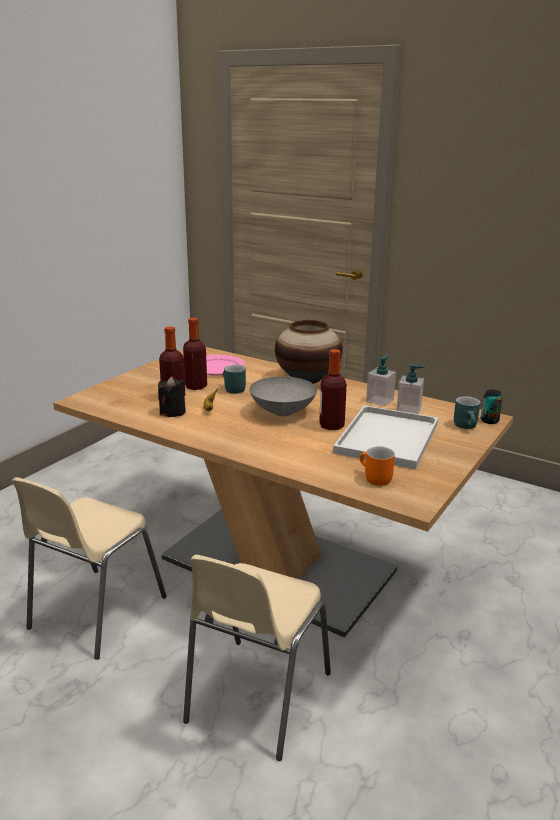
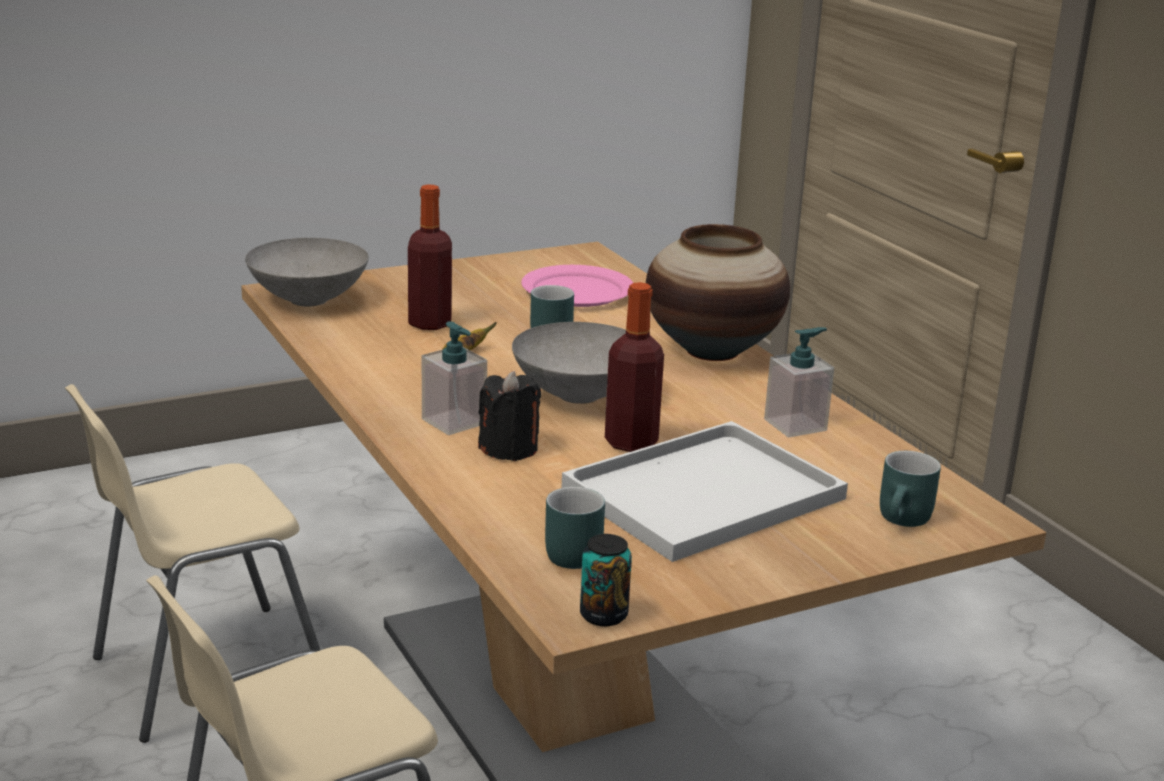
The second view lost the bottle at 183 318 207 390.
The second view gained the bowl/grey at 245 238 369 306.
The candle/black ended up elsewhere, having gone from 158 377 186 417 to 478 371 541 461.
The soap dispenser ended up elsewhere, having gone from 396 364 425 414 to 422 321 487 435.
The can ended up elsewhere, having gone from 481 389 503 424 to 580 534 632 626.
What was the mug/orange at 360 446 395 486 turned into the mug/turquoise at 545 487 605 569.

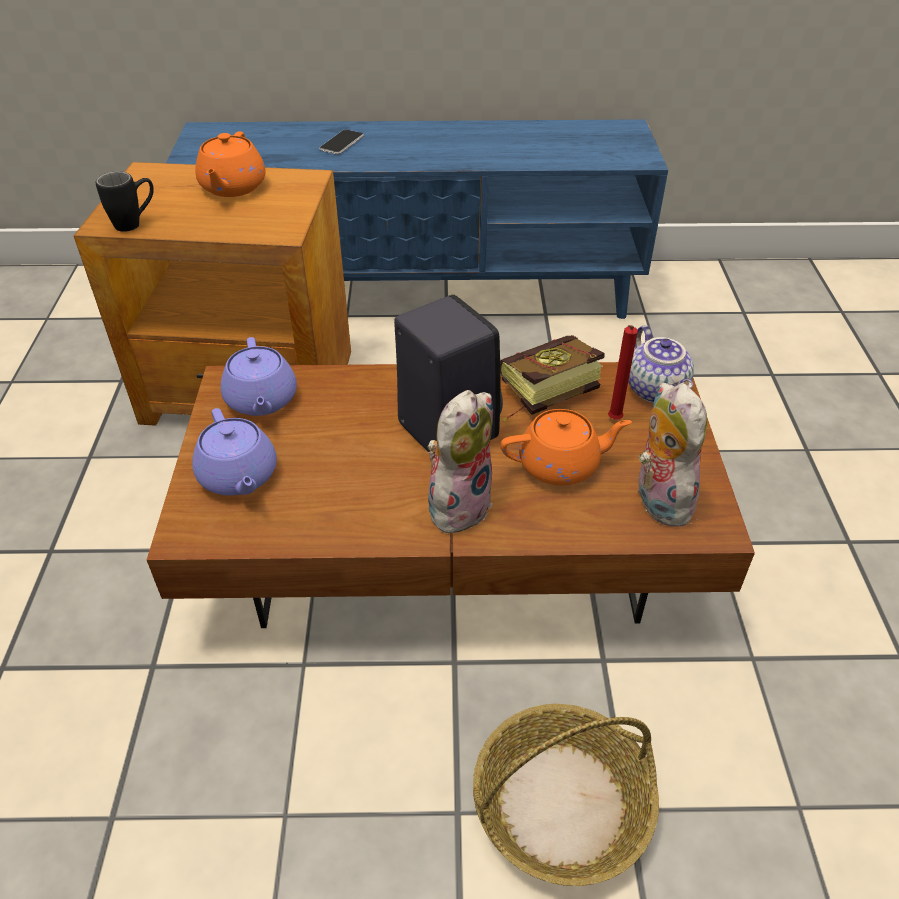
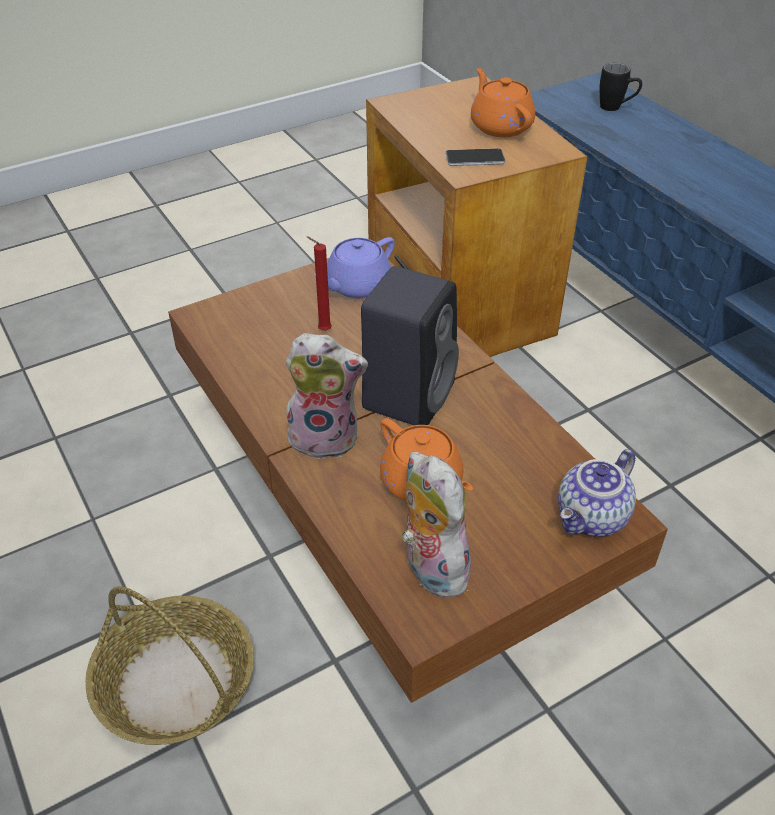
The second view lost the teapot/purple at 192 408 277 496.
The second view lost the book at 500 335 604 421.
The mug/black ended up elsewhere, having gone from 96 171 154 232 to 599 63 642 111.
The phone ended up elsewhere, having gone from 319 129 364 155 to 445 148 505 166.
The candle/red ended up elsewhere, having gone from 608 325 638 420 to 307 236 332 331.
The teapot/orange at 195 131 266 197 ended up facing another way, 90 degrees clockwise from before.
The plush toy at 638 383 707 527 ended up facing another way, 75 degrees counterclockwise from before.

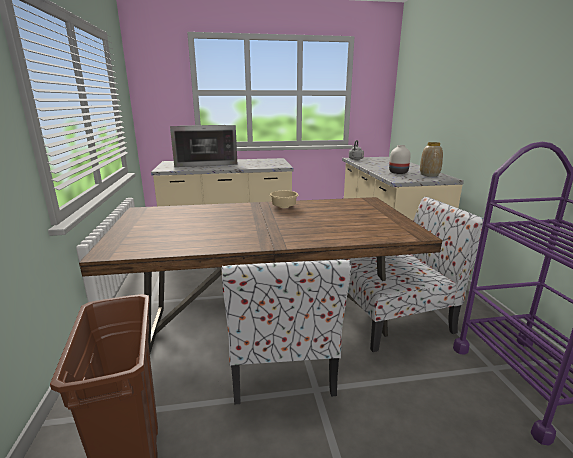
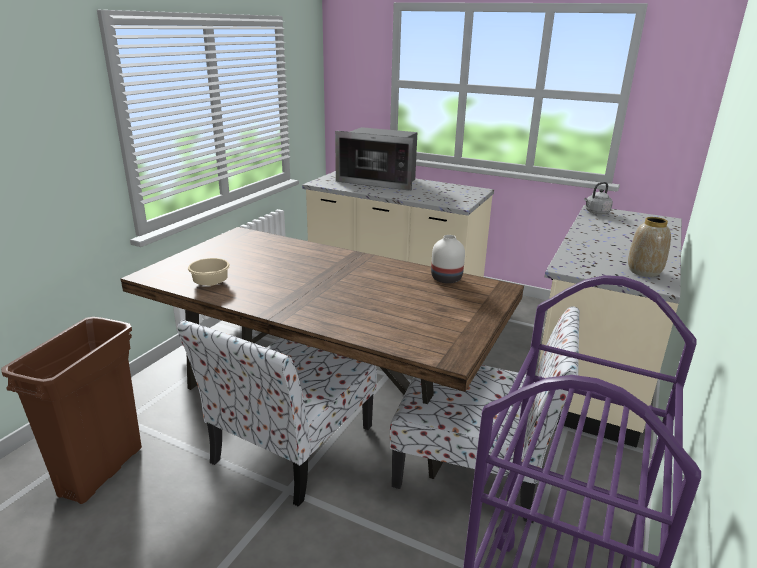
The bowl/beige ended up elsewhere, having gone from 270 191 298 208 to 188 258 230 286.
The vase/white ended up elsewhere, having gone from 389 145 411 174 to 431 235 465 284.

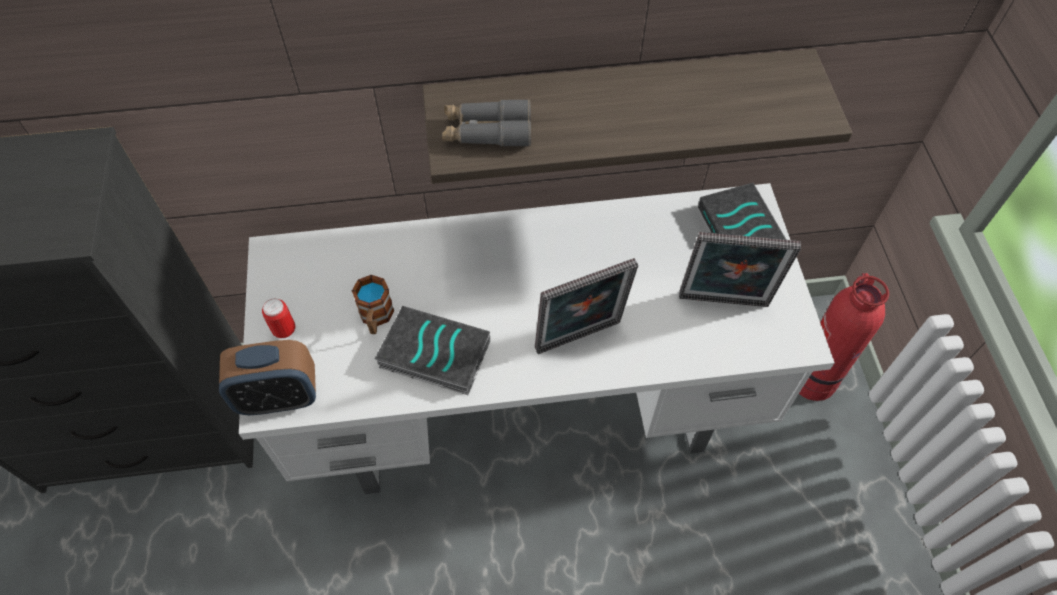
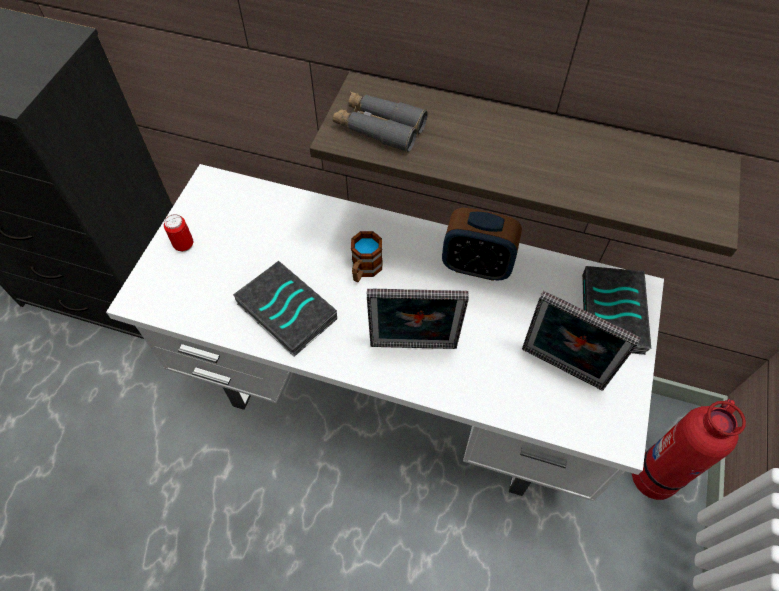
The alarm clock ended up elsewhere, having gone from 219 340 316 415 to 442 208 522 281.
The mug ended up elsewhere, having gone from 352 275 394 334 to 351 231 382 282.

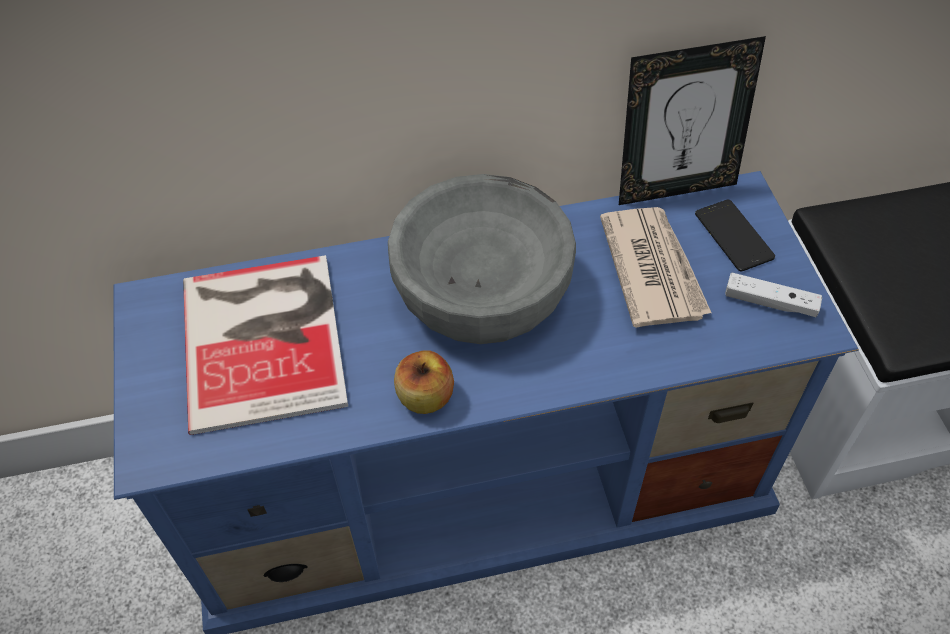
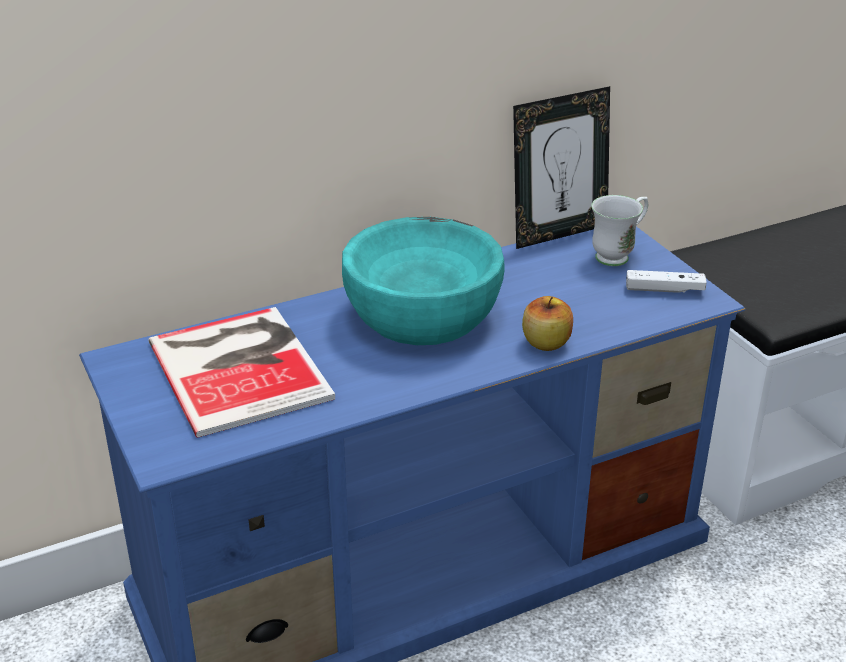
The second view lost the newspaper at 600 207 711 328.
The apple ended up elsewhere, having gone from 394 350 454 414 to 522 296 573 351.
Where the phone stood at 695 200 775 272, the mug/white came to stand at 591 195 648 266.
What was the bowl/grey at 388 174 576 344 turned into the bowl/turquoise at 342 217 505 345.

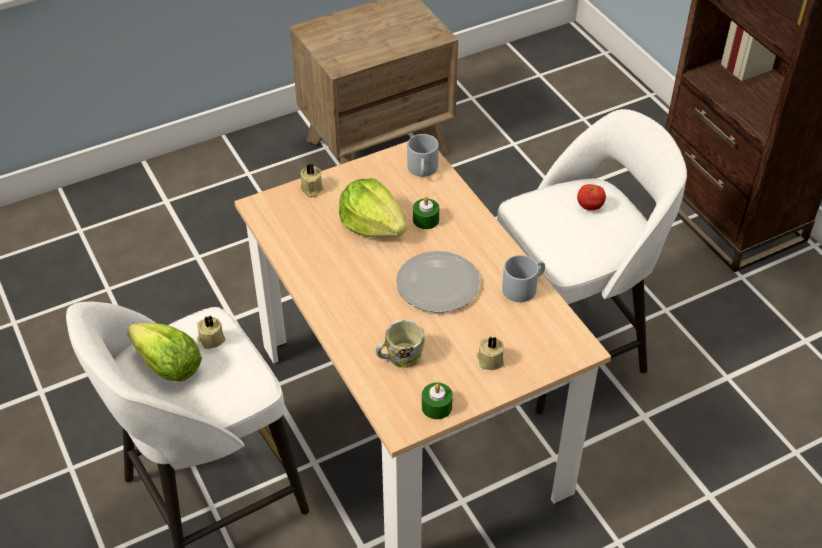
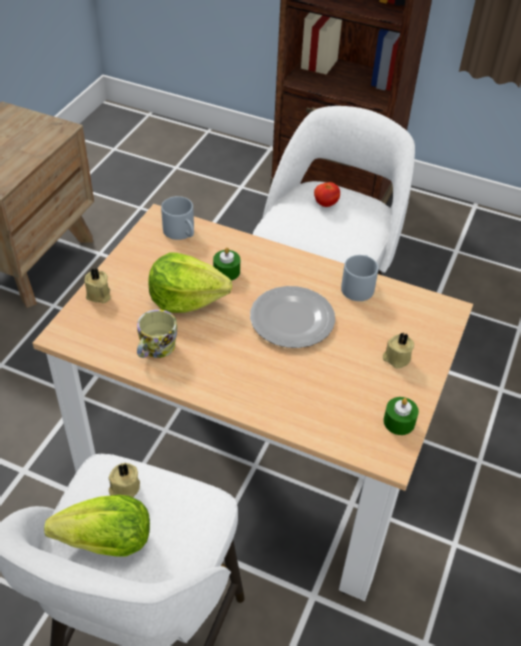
The mug ended up elsewhere, having gone from 376 320 425 368 to 137 309 177 358.

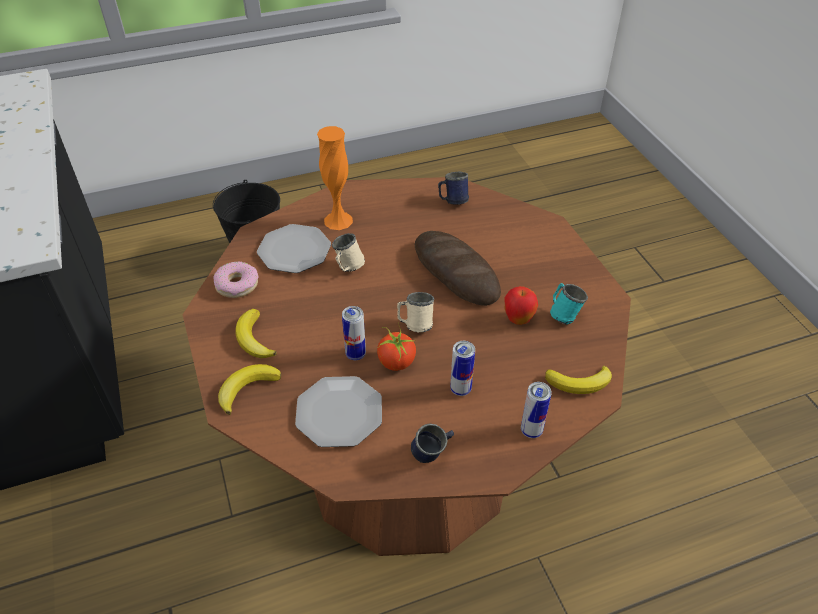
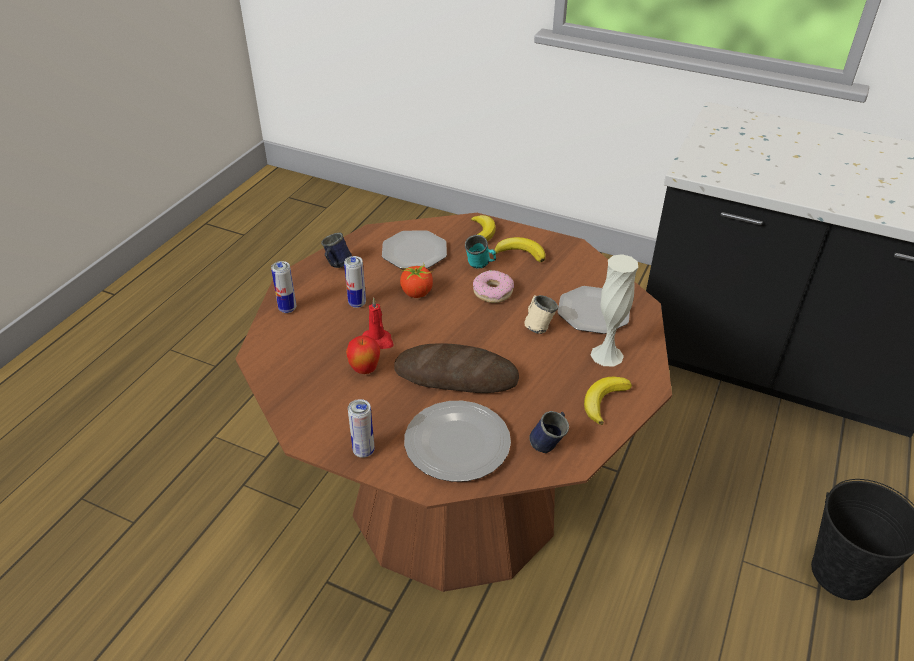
The second view lost the mug/beige at 397 292 434 332.
The second view gained the candle/red at 362 297 394 349.
The second view gained the plate at 404 401 511 482.
The donut ended up elsewhere, having gone from 213 261 258 298 to 473 270 514 303.
The can ended up elsewhere, having gone from 342 306 366 360 to 348 399 375 458.
The banana ended up elsewhere, having gone from 545 366 612 394 to 584 377 632 425.
The mug/turquoise ended up elsewhere, having gone from 550 283 588 324 to 465 235 496 269.
What was the vase/orange at 317 126 353 230 turned into the vase/white at 590 254 638 366.

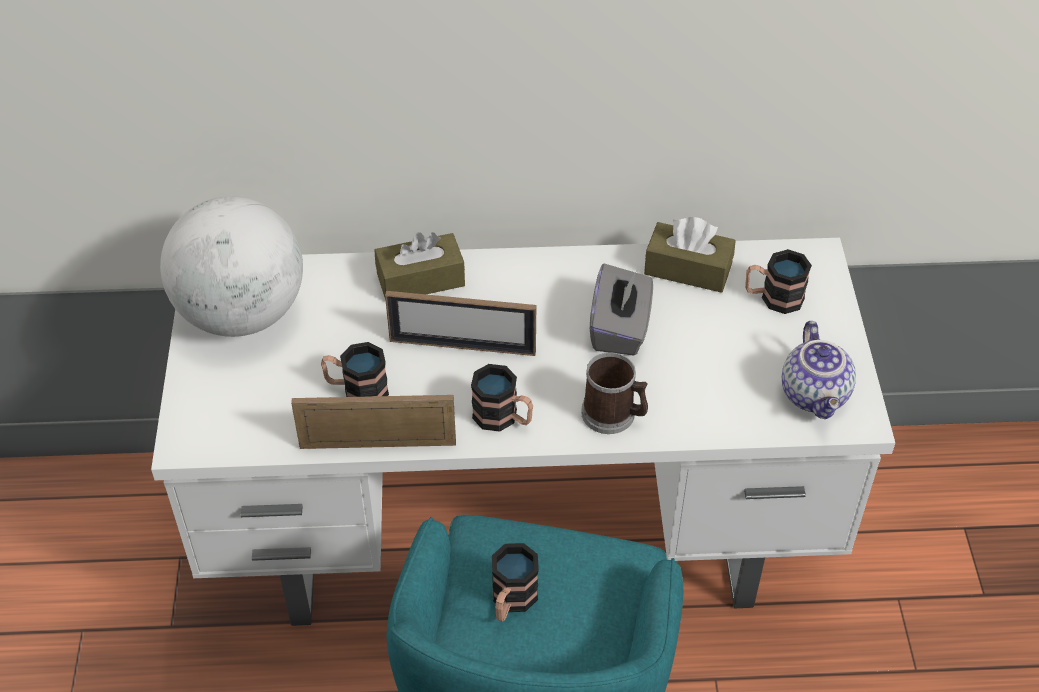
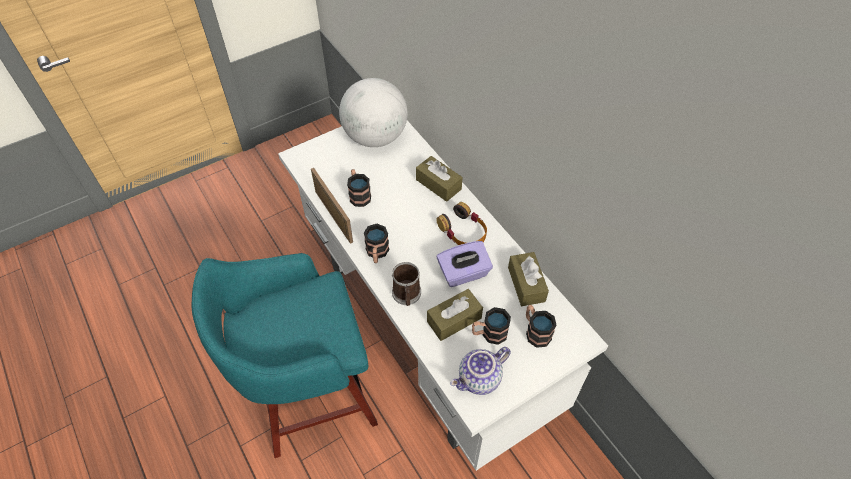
The second view lost the picture frame at 385 291 536 356.
The second view gained the tissue box/brown at 427 289 483 341.
The second view gained the headphones at 436 202 487 245.
The mug ended up elsewhere, having gone from 492 543 539 622 to 472 307 511 345.
What was the tissue box/grey at 590 263 653 356 turned into the tissue box/purple at 437 241 493 287.

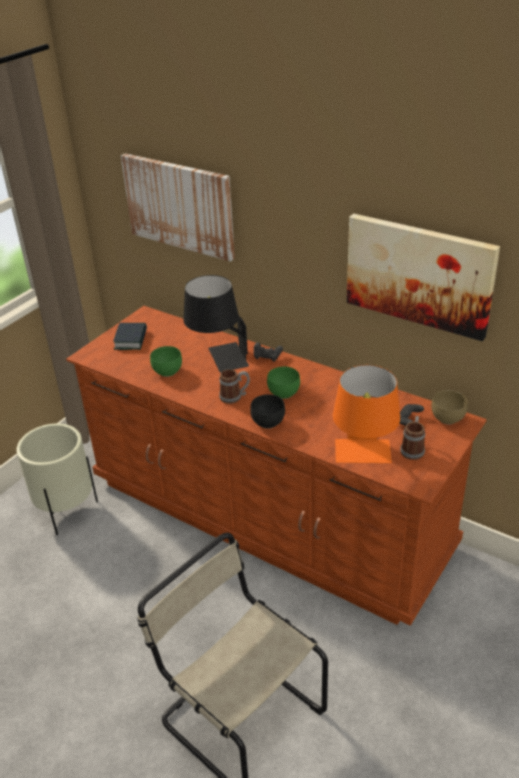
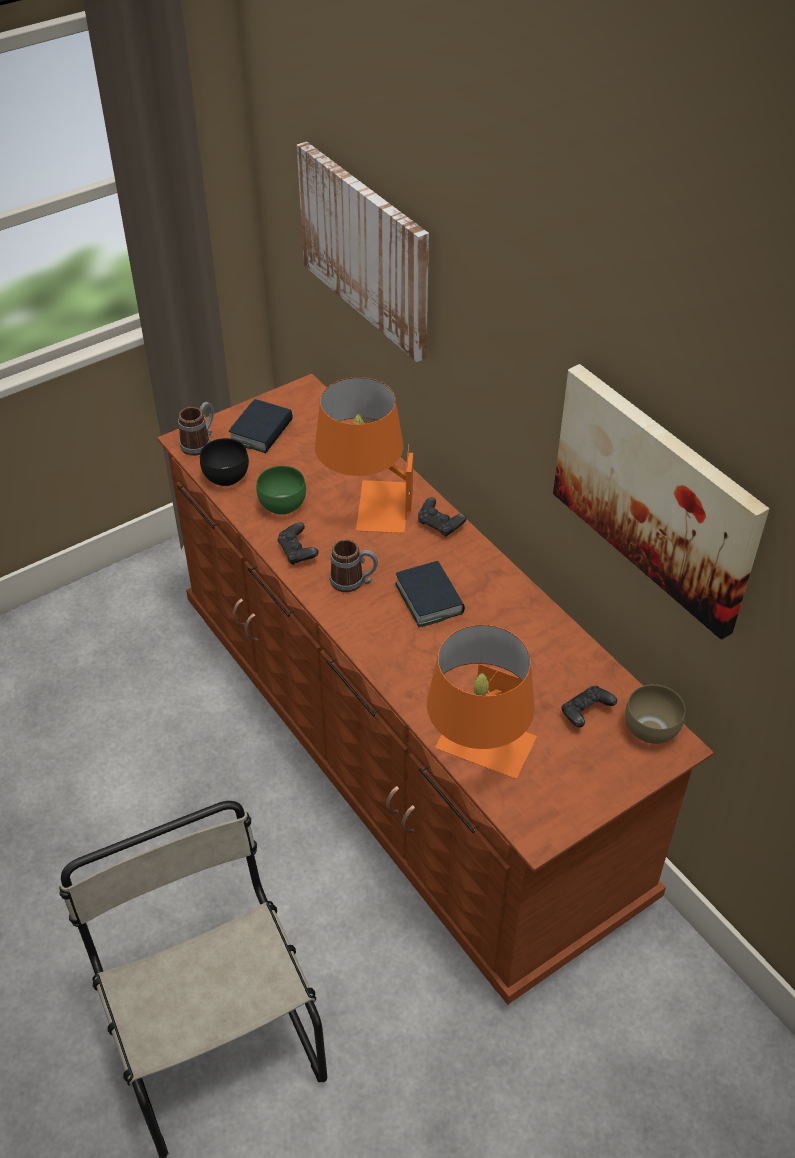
The second view lost the planter/beige at 17 423 98 535.
The second view gained the game controller/black at 278 522 319 565.
The bowl/black ended up elsewhere, having gone from 250 394 285 429 to 200 438 249 486.
The mug ended up elsewhere, having gone from 400 416 425 460 to 178 402 214 456.
Where the bowl/green stood at 267 367 300 399, the book came to stand at 395 561 465 627.
What was the table lamp/black at 183 275 249 372 turned into the table lamp/orange at 315 377 413 533.

